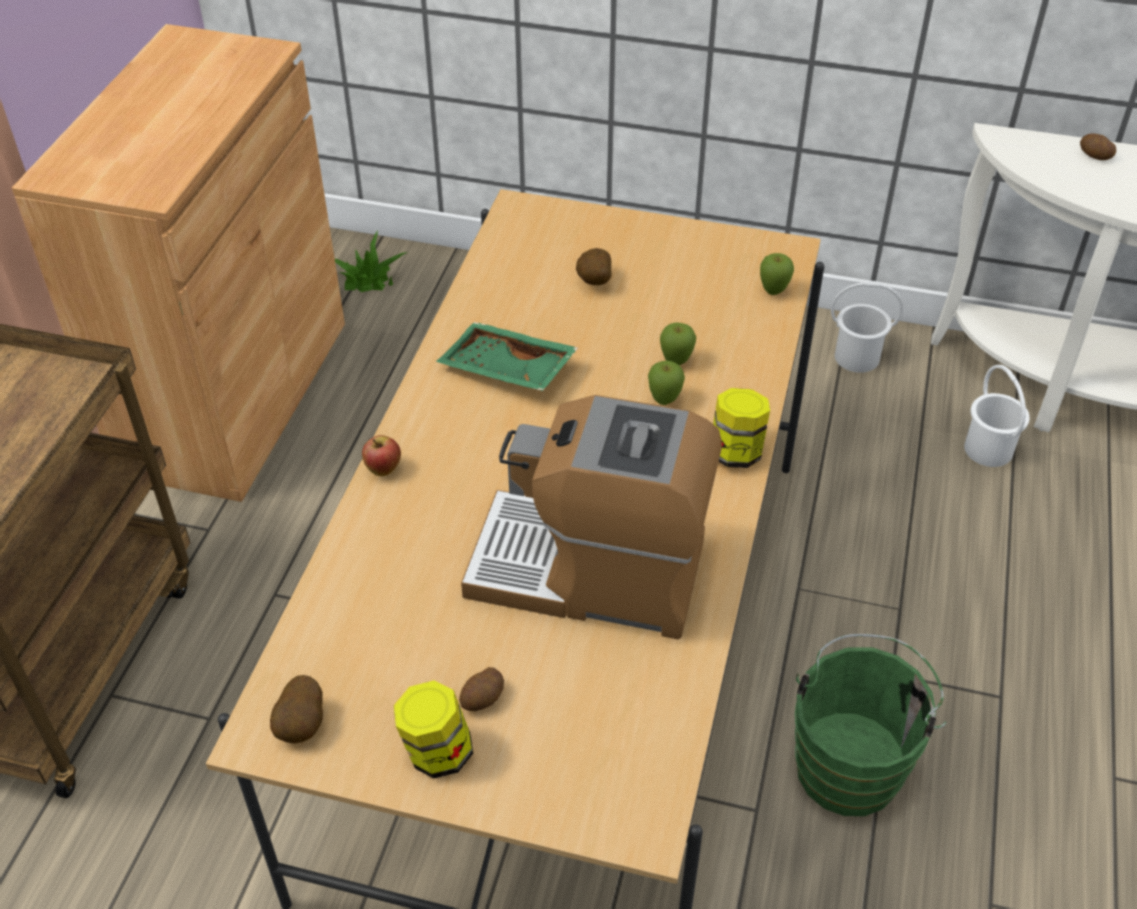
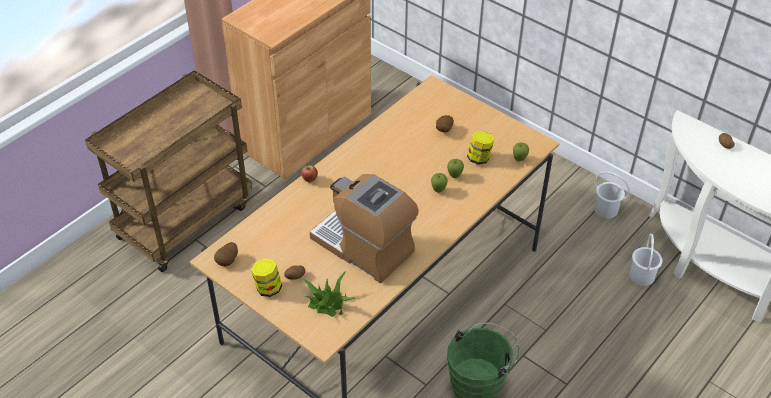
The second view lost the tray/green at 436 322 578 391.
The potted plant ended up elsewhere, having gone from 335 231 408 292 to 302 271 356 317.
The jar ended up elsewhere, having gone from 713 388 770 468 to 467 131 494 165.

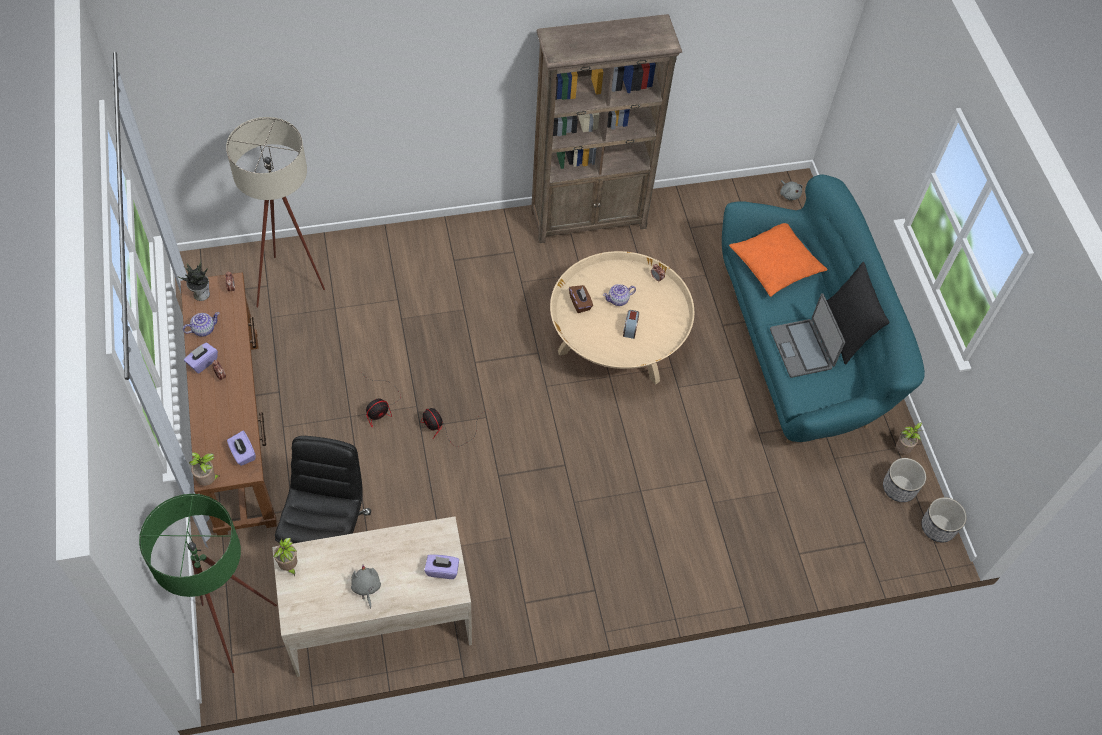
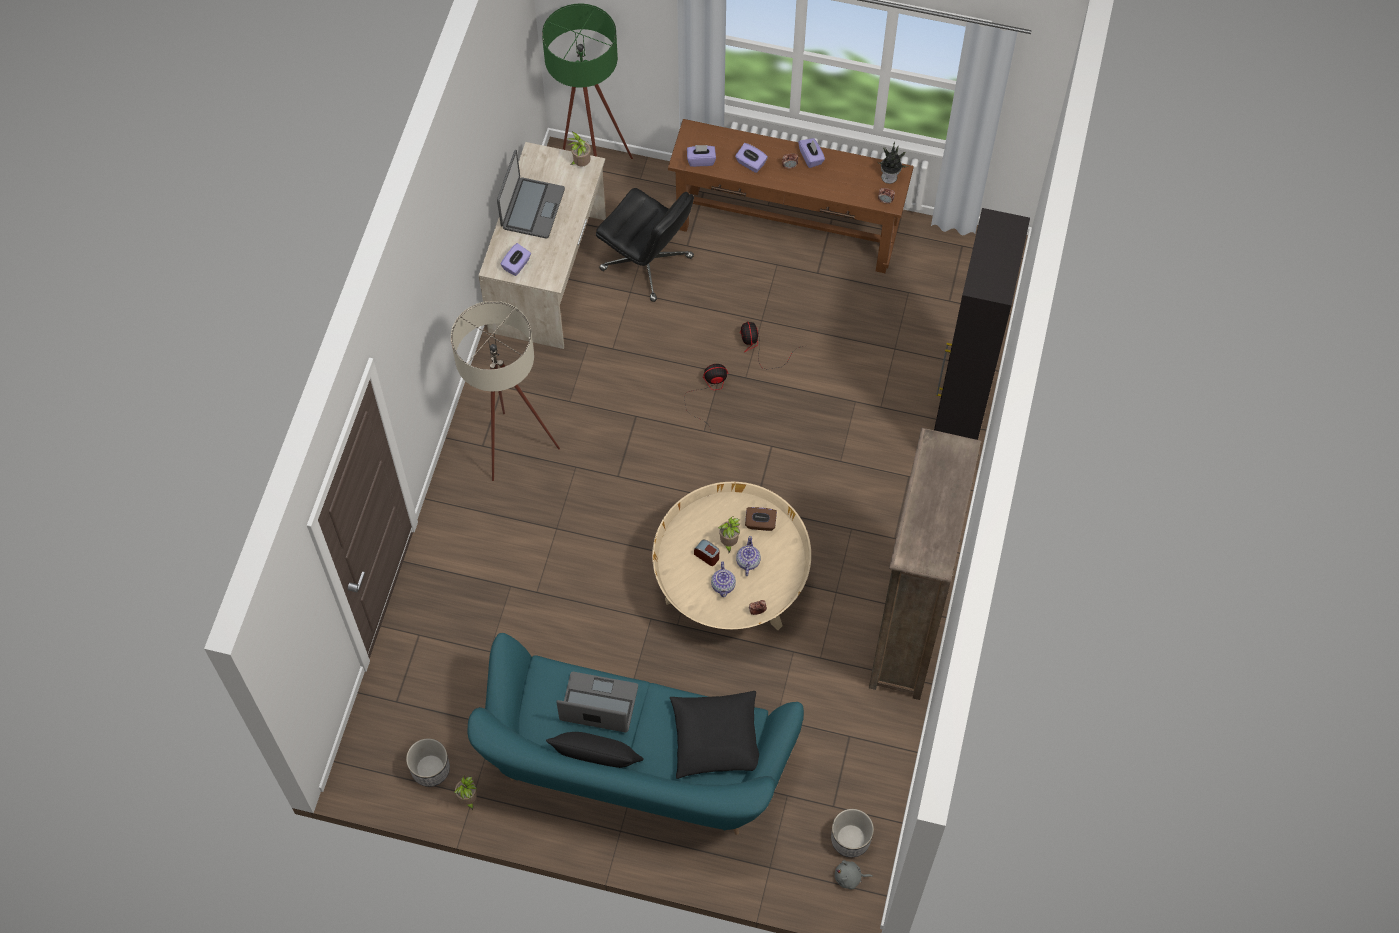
The second view gained the tissue box/purple at 735 143 768 173.
The second view gained the cabinet/black at 934 208 1030 440.
The teapot ended up elsewhere, having gone from 183 312 220 337 to 711 561 736 597.
The potted plant ended up elsewhere, having gone from 189 452 221 486 to 718 516 740 554.
The floor lamp/beige ended up elsewhere, having gone from 226 117 325 308 to 451 301 560 481.
The planter ended up elsewhere, having gone from 922 497 967 542 to 831 809 874 857.
Where the plush toy/grey stood at 351 565 381 608, the laptop came to stand at 497 150 565 239.
What was the pillow/orange at 729 223 828 297 turned into the pillow/black at 670 691 759 779.

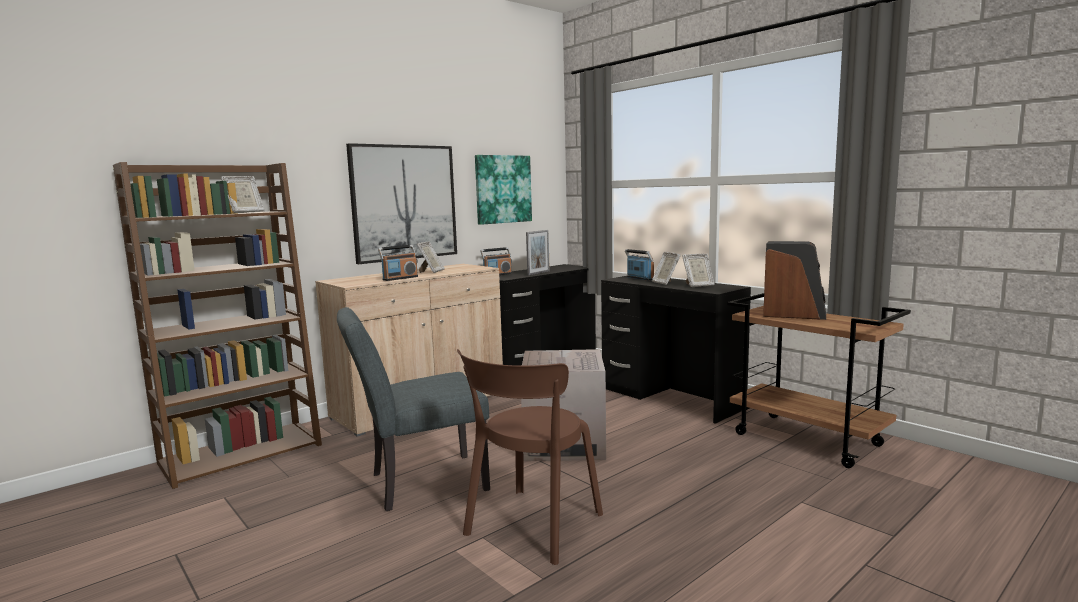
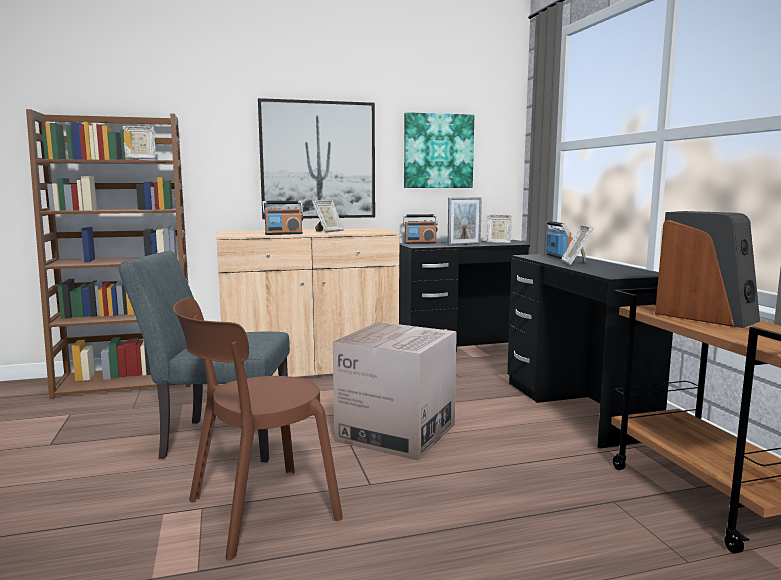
The picture frame ended up elsewhere, having gone from 682 254 715 287 to 487 214 512 244.

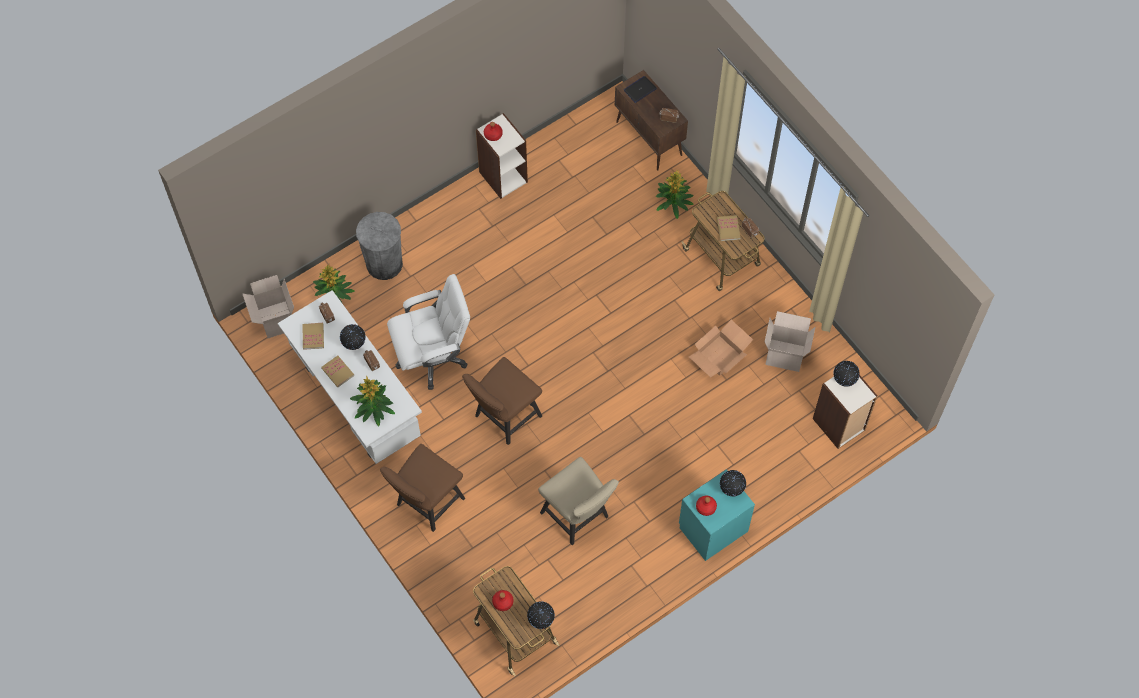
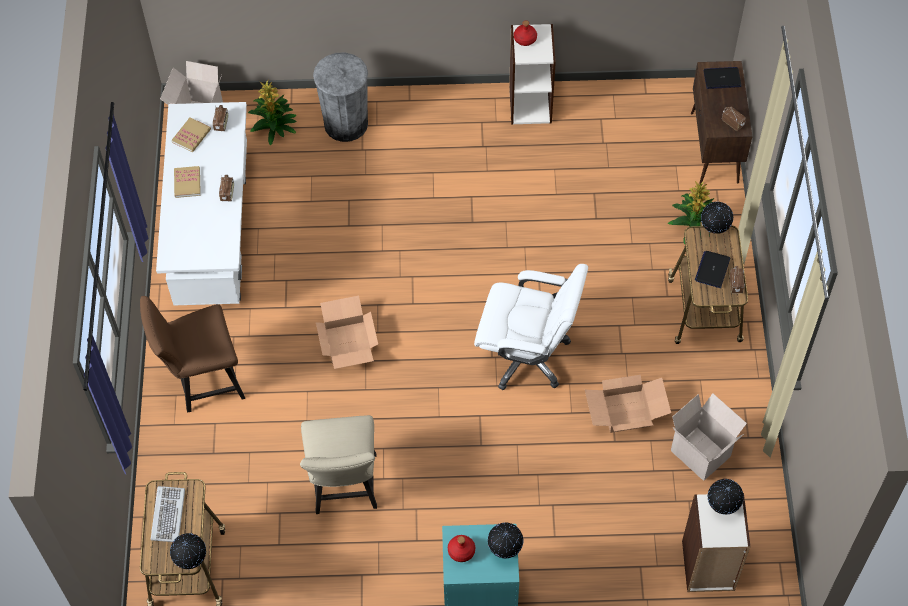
The second view lost the potted plant at 350 375 395 426.
The globe ended up elsewhere, having gone from 340 324 366 350 to 701 202 733 234.
The office chair/white ended up elsewhere, having gone from 387 274 470 390 to 474 264 588 390.
Where the chair/brown stood at 462 357 542 445, the cardboard box came to stand at 316 296 378 369.
Where the bottle/red stood at 492 590 514 611, the keyboard came to stand at 151 486 185 542.
Where the book stood at 717 215 740 241, the laptop came to stand at 695 251 730 288.

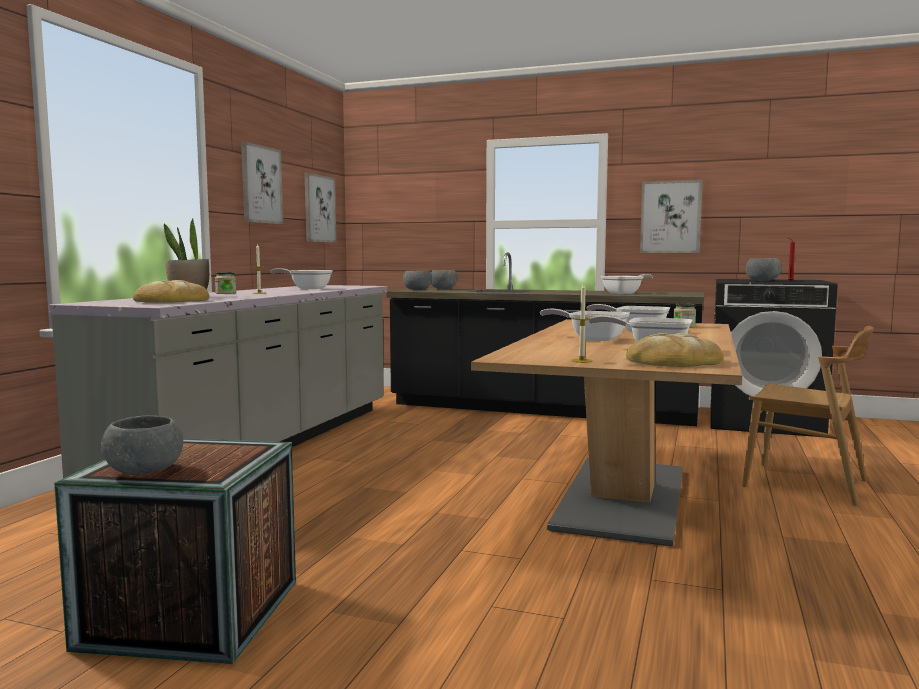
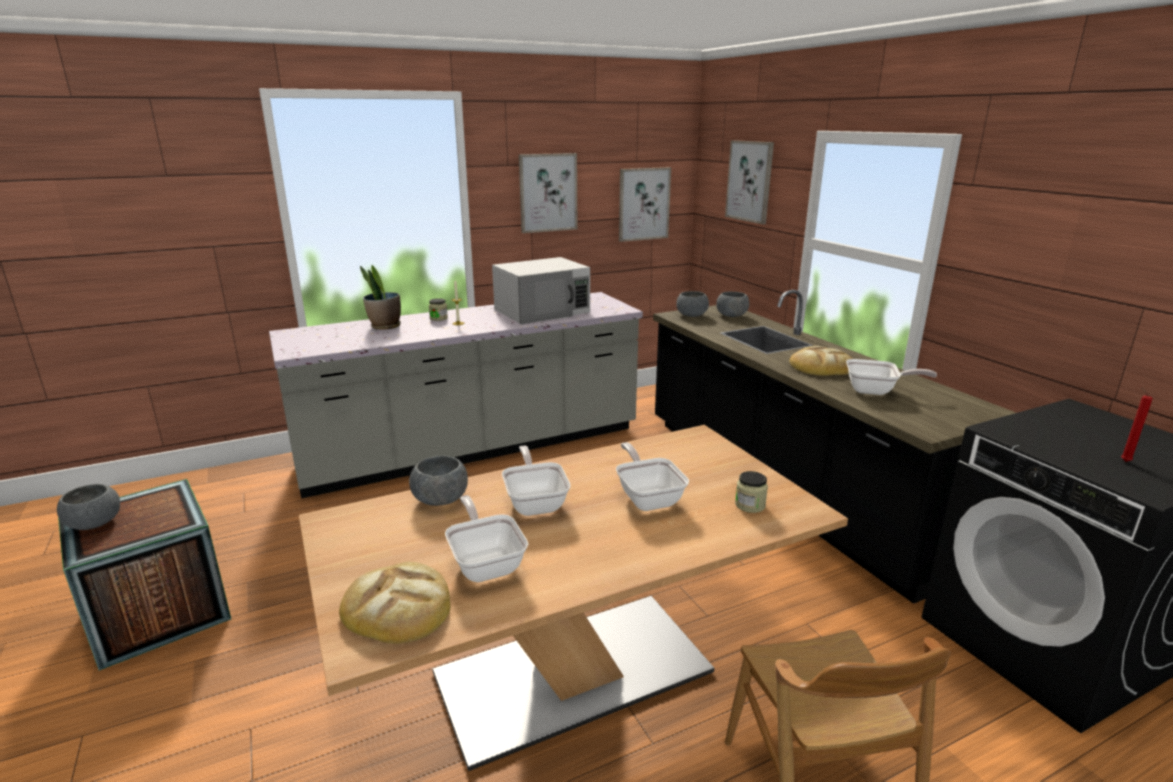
The second view lost the candle at 571 282 592 363.
The bread ended up elsewhere, having gone from 133 280 209 303 to 789 346 853 376.
The picture ended up elsewhere, having gone from 640 180 703 253 to 725 140 774 224.
The bowl/grey ended up elsewhere, having gone from 745 258 782 281 to 409 456 468 506.
Where the frying pan stood at 270 268 333 289, the microwave/white came to stand at 492 257 590 324.

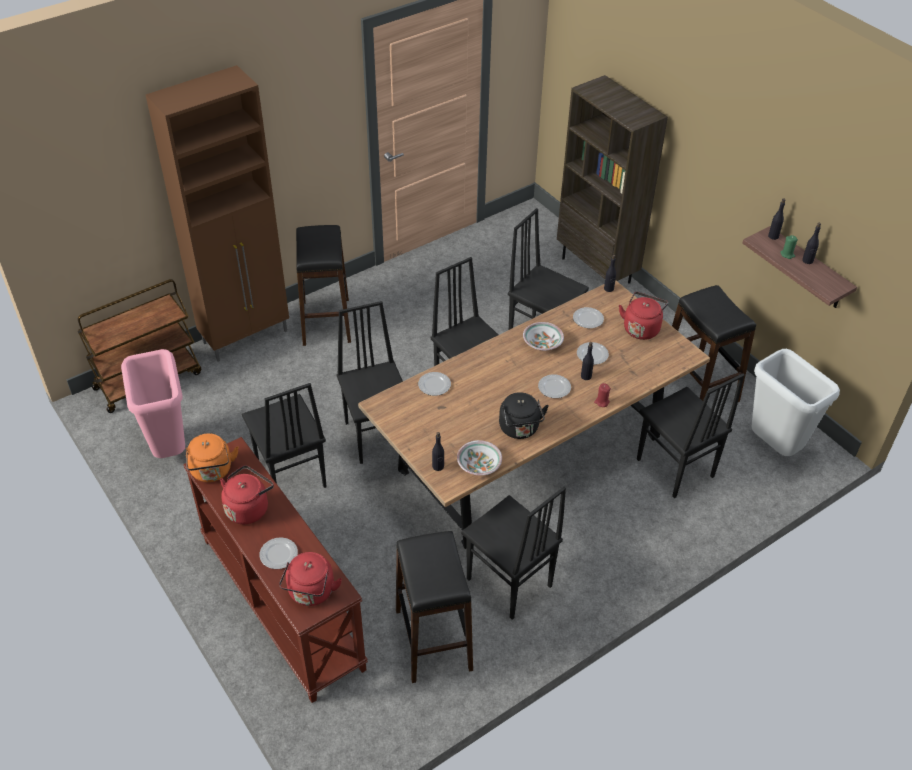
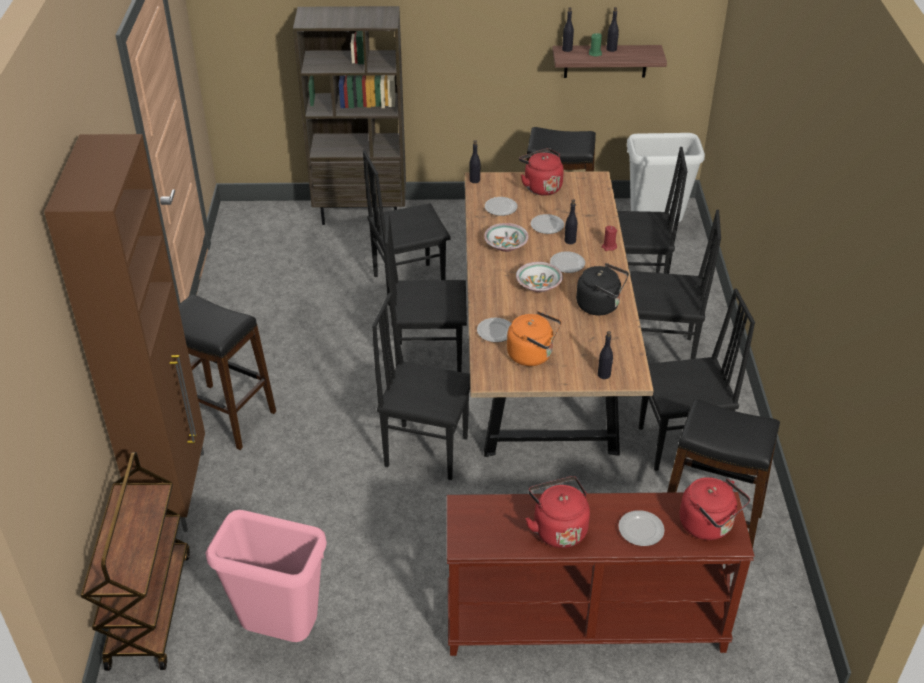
The kettle/orange ended up elsewhere, having gone from 186 433 239 482 to 507 311 561 366.
The chair/black ended up elsewhere, having gone from 242 383 327 488 to 631 210 721 359.
The bowl ended up elsewhere, having gone from 457 440 502 475 to 516 262 563 292.

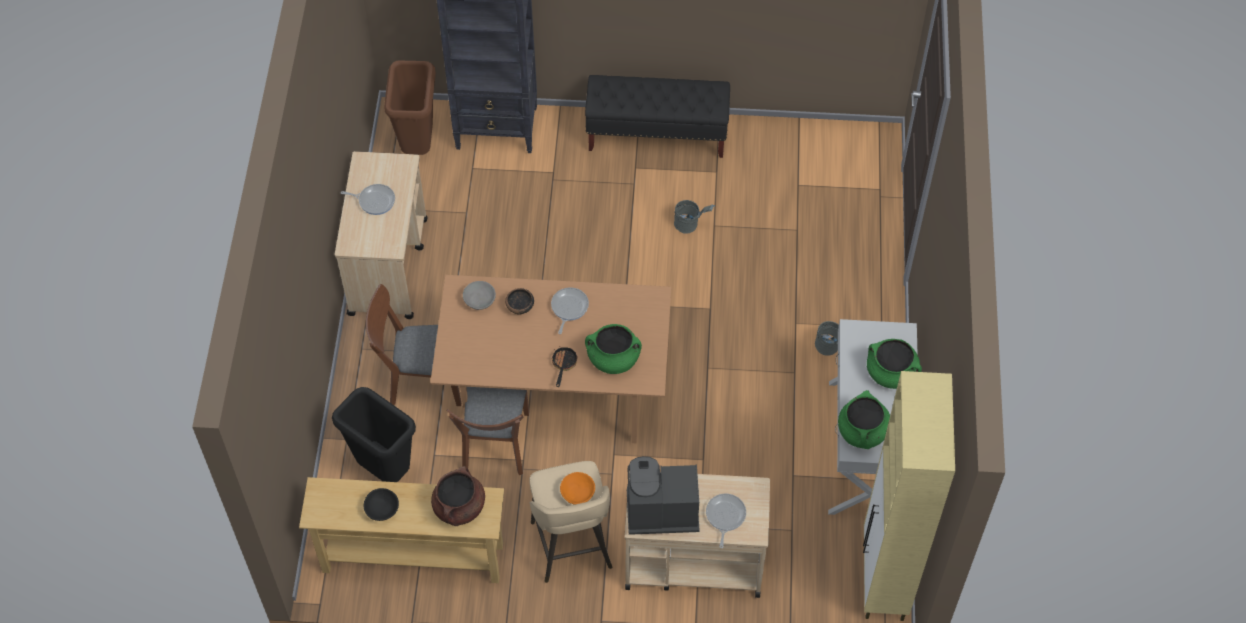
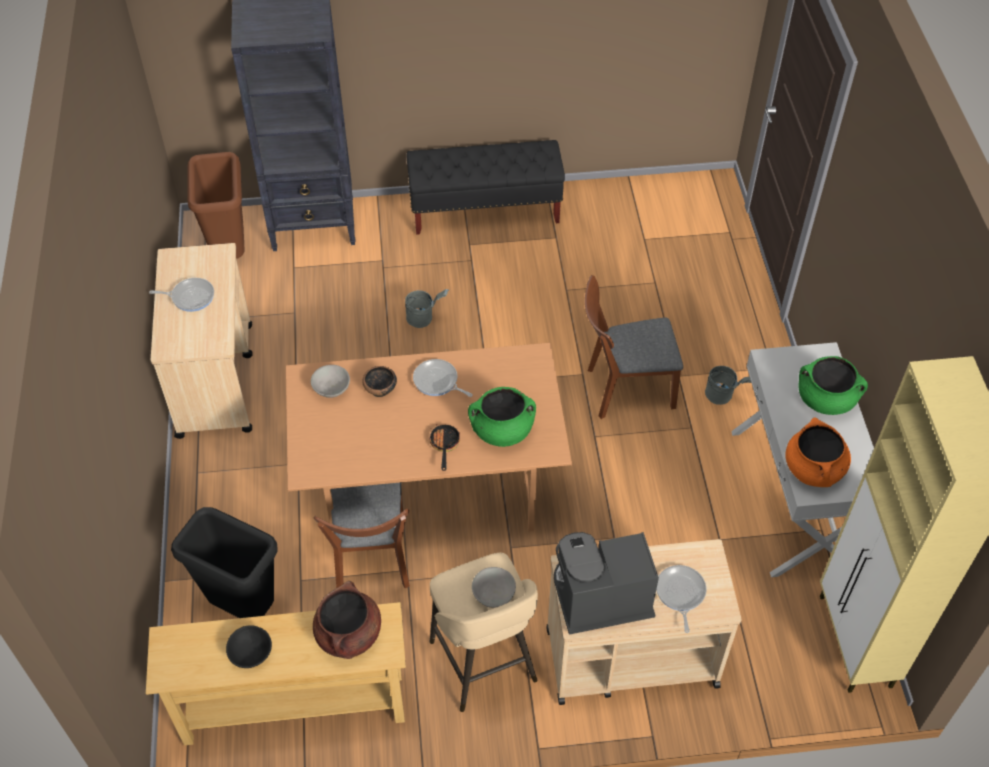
The chair/brown ended up elsewhere, having gone from 366 284 461 406 to 585 275 683 419.
The bucket/grey ended up elsewhere, having gone from 674 200 715 234 to 405 289 449 328.
What was the bowl/orange at 560 472 595 504 turned into the bowl/grey at 472 567 516 608.
What was the cooking pot/green at 838 390 890 449 turned into the cooking pot/orange at 785 418 851 487.
The frying pan at 551 287 589 334 ended up facing another way, 60 degrees counterclockwise from before.

